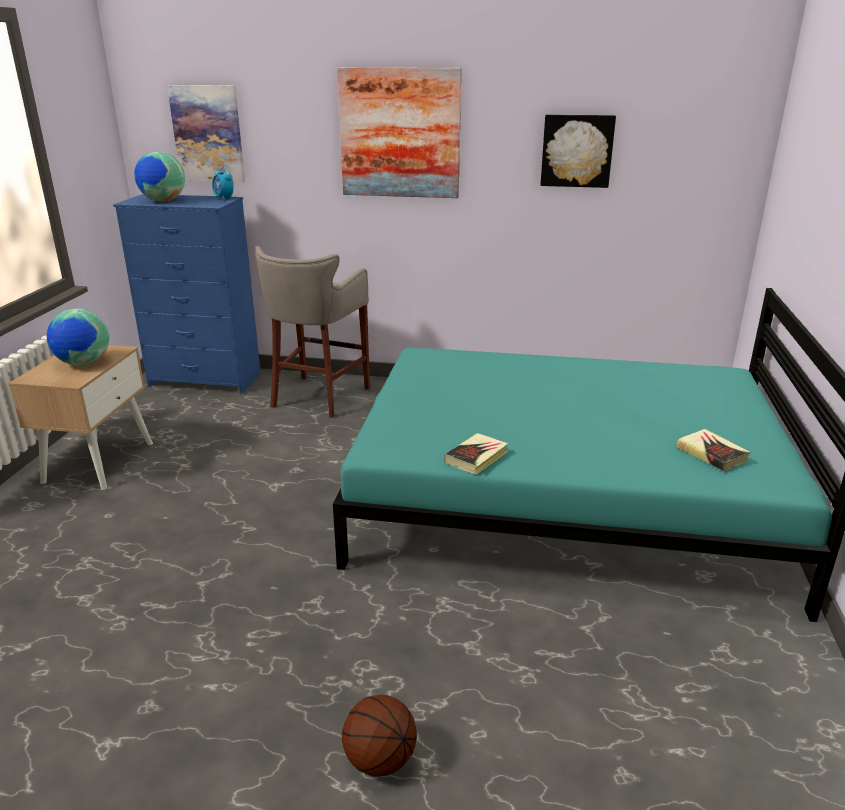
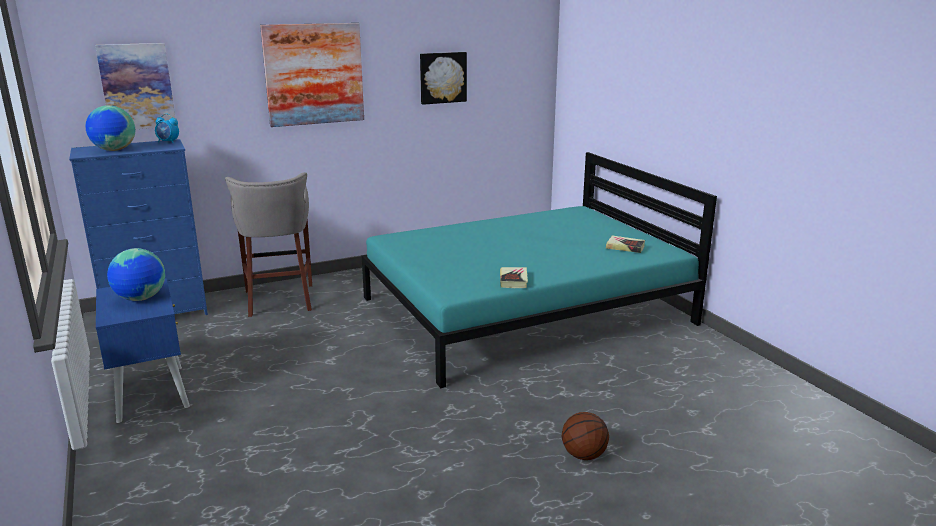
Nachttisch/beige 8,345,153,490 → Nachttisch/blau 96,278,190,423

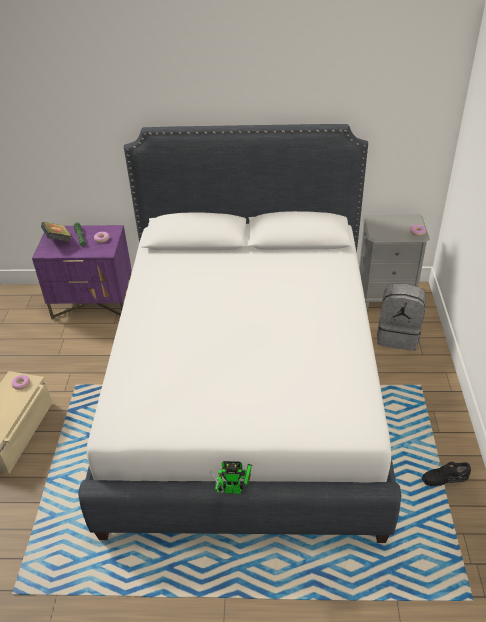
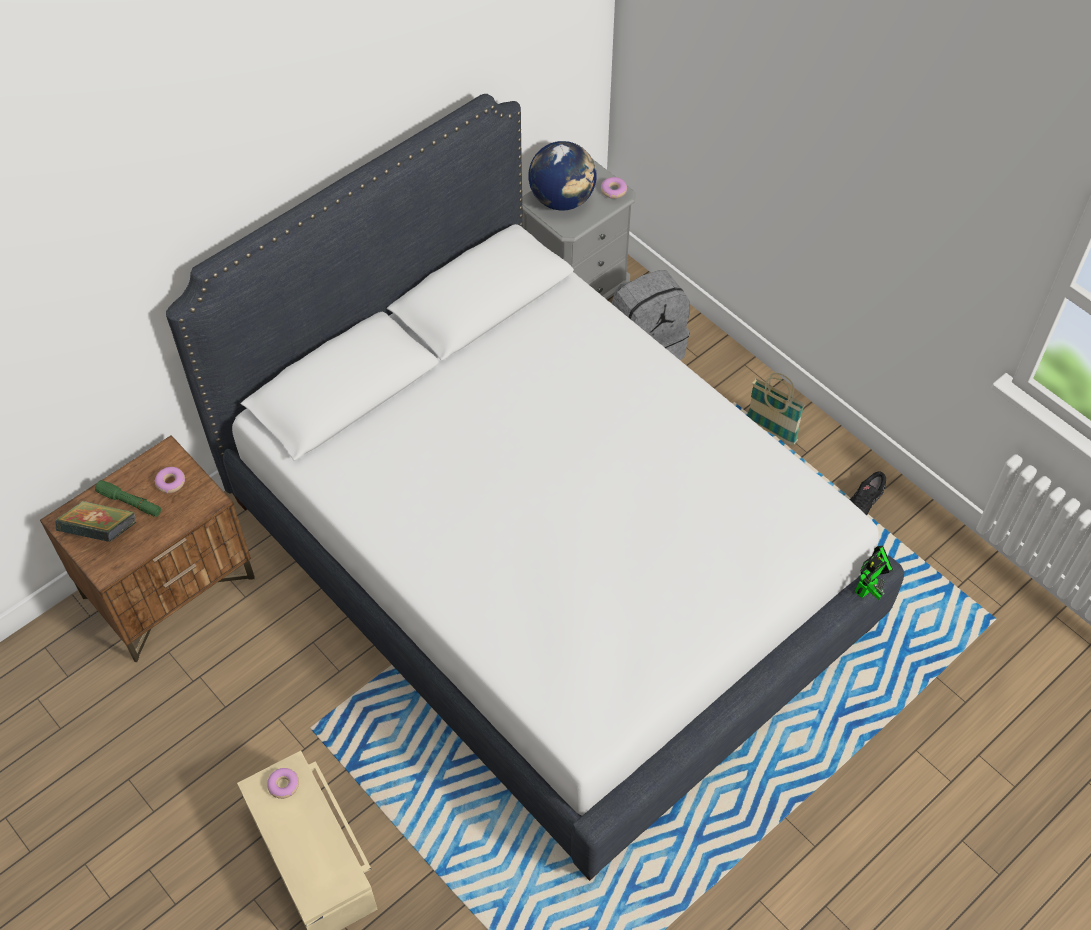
Nachttisch/lila 32,225,132,319 → Nachttisch/braun 40,435,255,662
- → Globus 528,141,596,211
- → Korb 747,373,805,446
Spielzeugroboter 210,461,252,494 → Spielzeugroboter 854,545,893,600, shifted

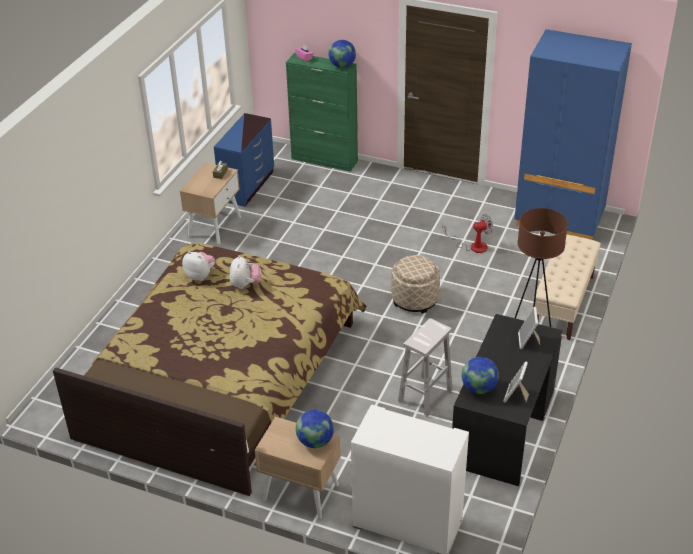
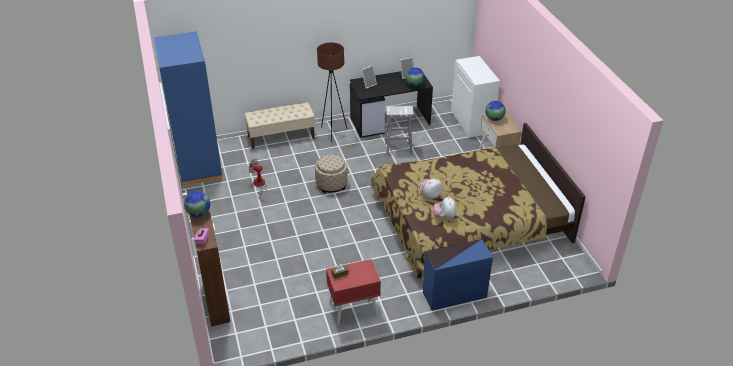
Schrank/grün 286,53,358,172 → Schrank/braun 190,210,230,326
Nachttisch/beige 180,163,241,244 → Nachttisch/rot 326,259,381,325
Kommode/blau 214,113,274,207 → Kommode/blau 423,239,493,311, shifted

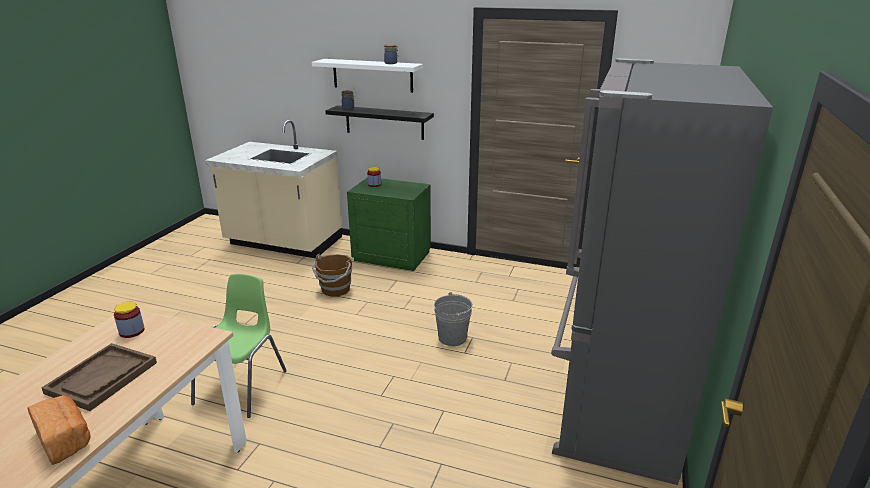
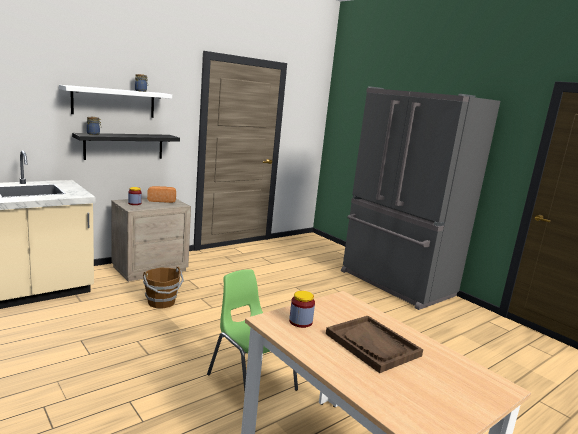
Nachttisch/grün 347,177,431,271 → Nachttisch/beige 111,198,191,282
Brot 27,395,91,465 → Brot 147,186,176,203, shifted
Eimer/grau 434,292,473,346 → -

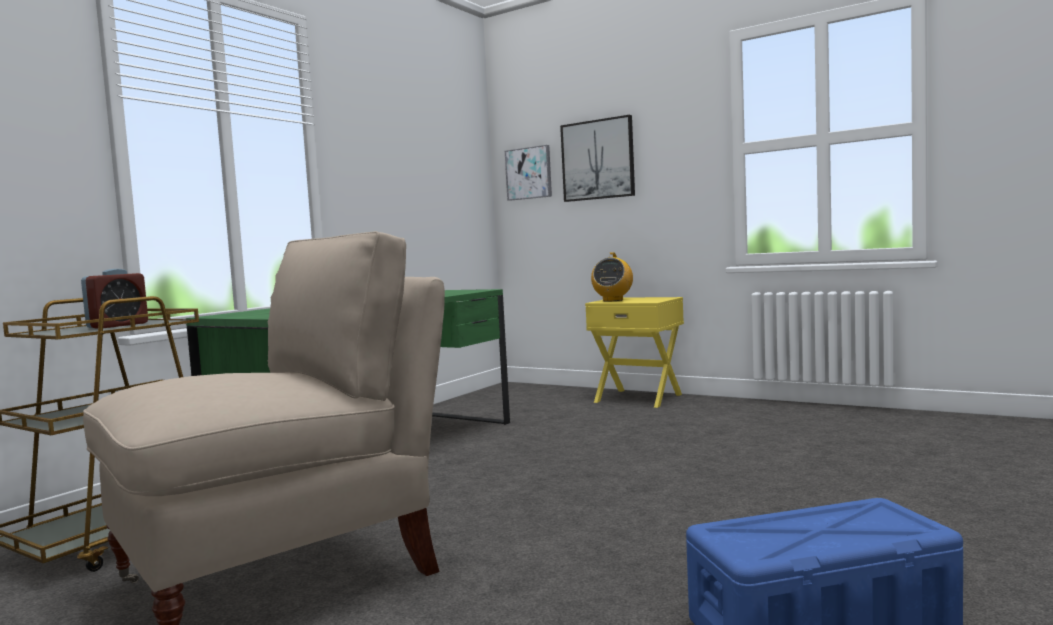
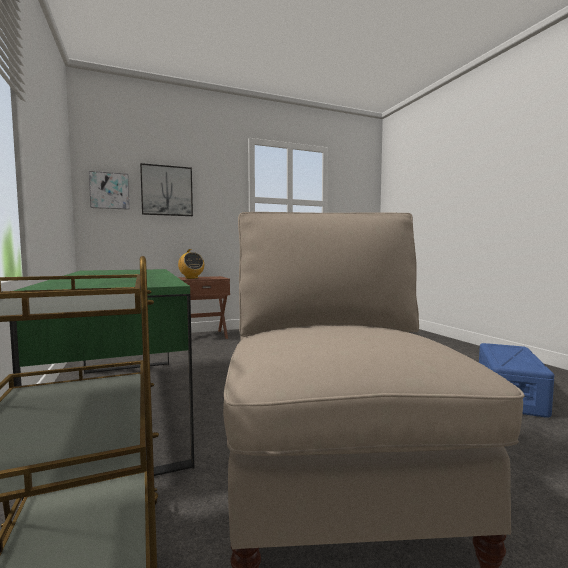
Nachttisch/gelb 585,297,684,408 → Nachttisch/braun 178,276,230,339
Wecker 81,269,148,328 → -

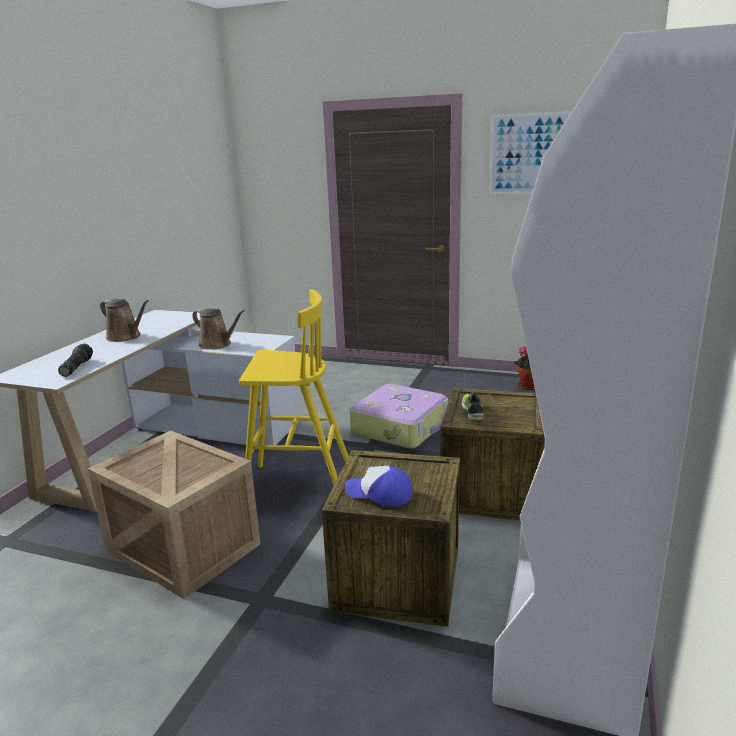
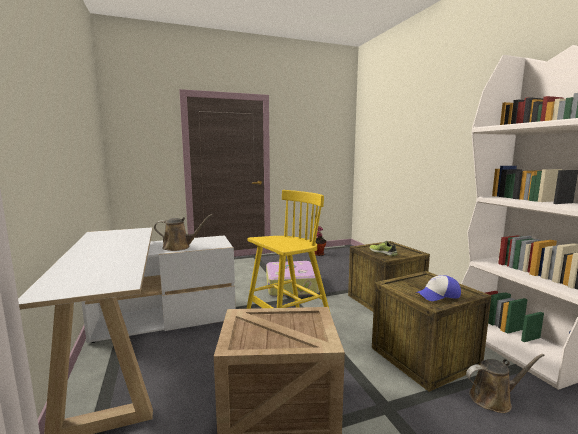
Gießkanne/braun 100,299,149,342 → Gießkanne/braun 466,354,545,413, shifted
Taschenlampe 58,344,93,377 → -
Bild 489,111,572,194 → -

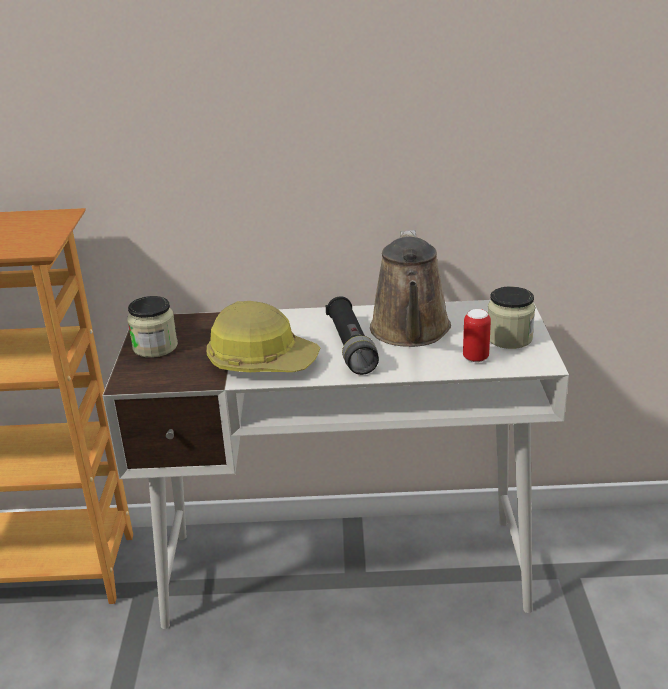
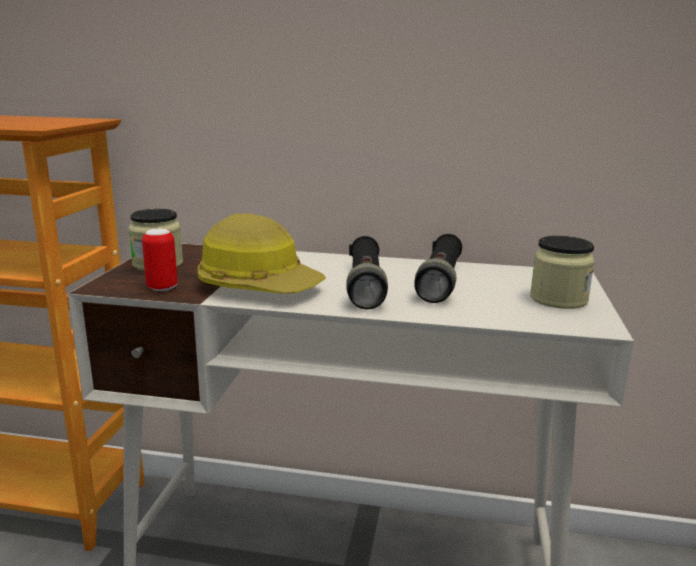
Dose 463,309,491,362 → Dose 142,229,178,291, shifted
Gießkanne/braun 370,230,451,347 → Taschenlampe/schwarz 414,234,462,303

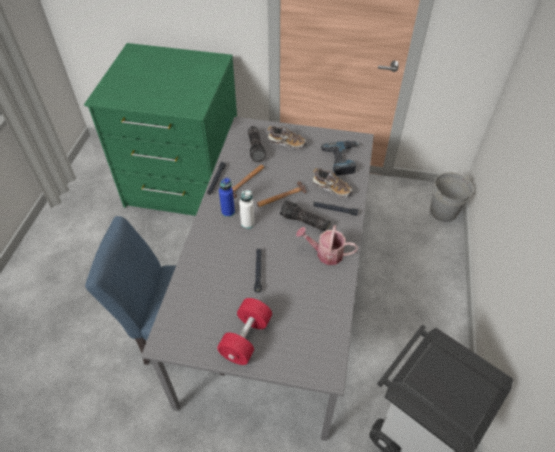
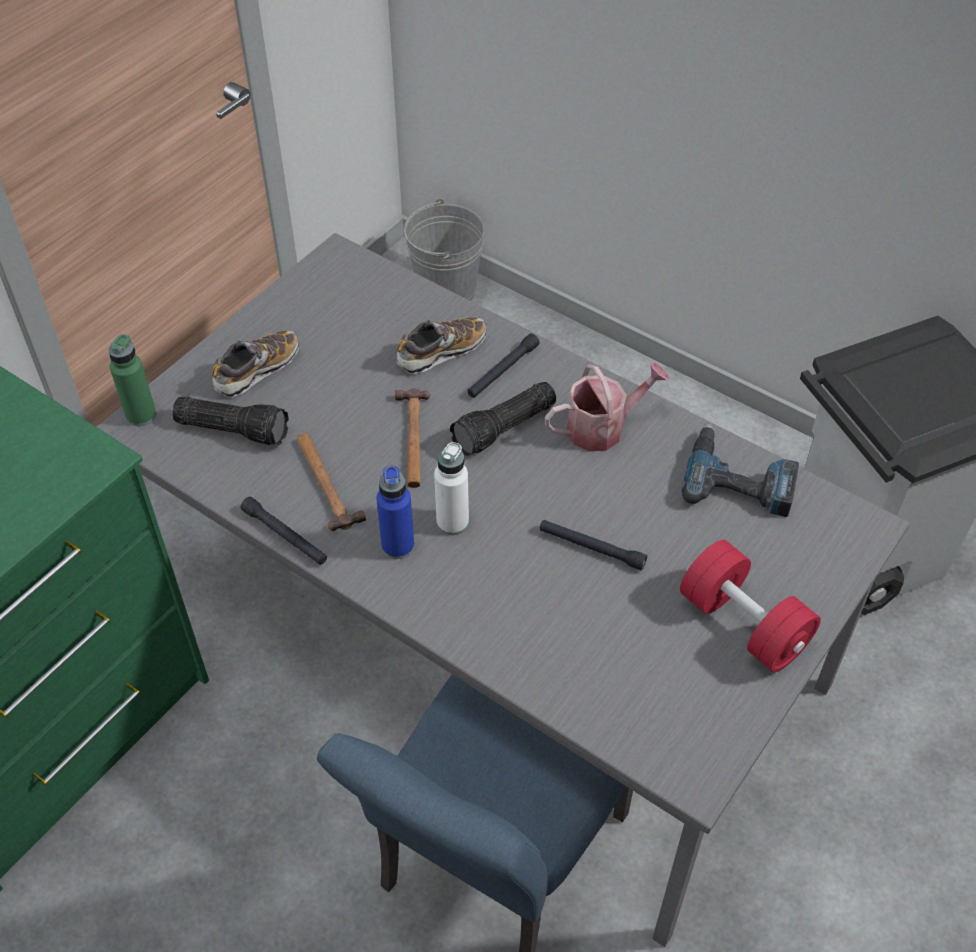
- → Flasche/grün 109,334,156,426
Gießkanne 296,225,358,265 → Gießkanne 545,362,670,452, 150 degrees counterclockwise
Bohrmaschine 321,141,360,175 → Bohrmaschine 682,424,799,517, shifted

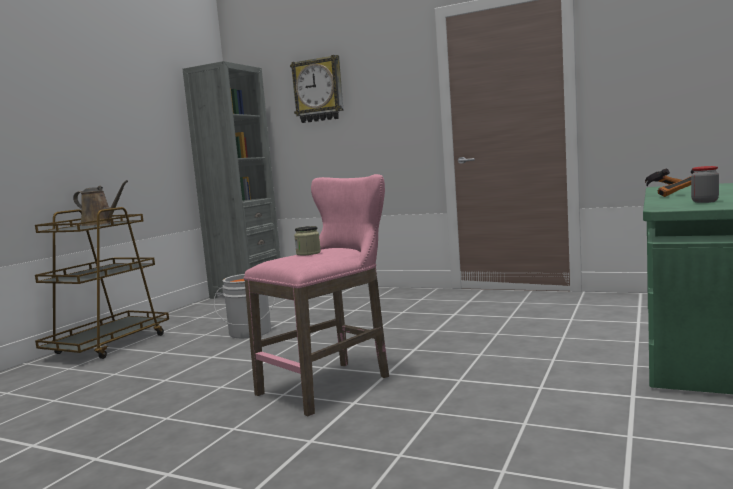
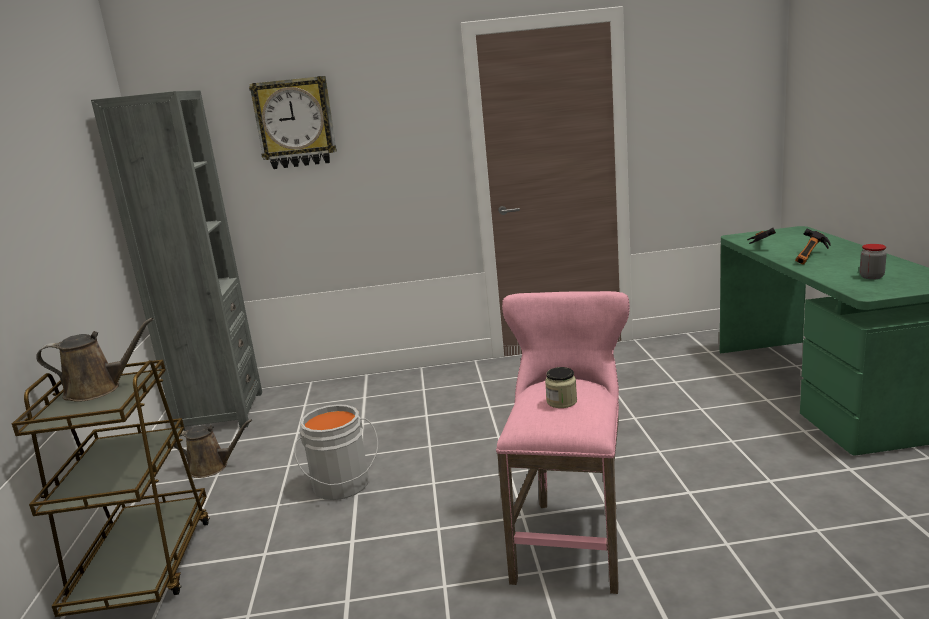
- → Gießkanne/braun 174,419,252,478

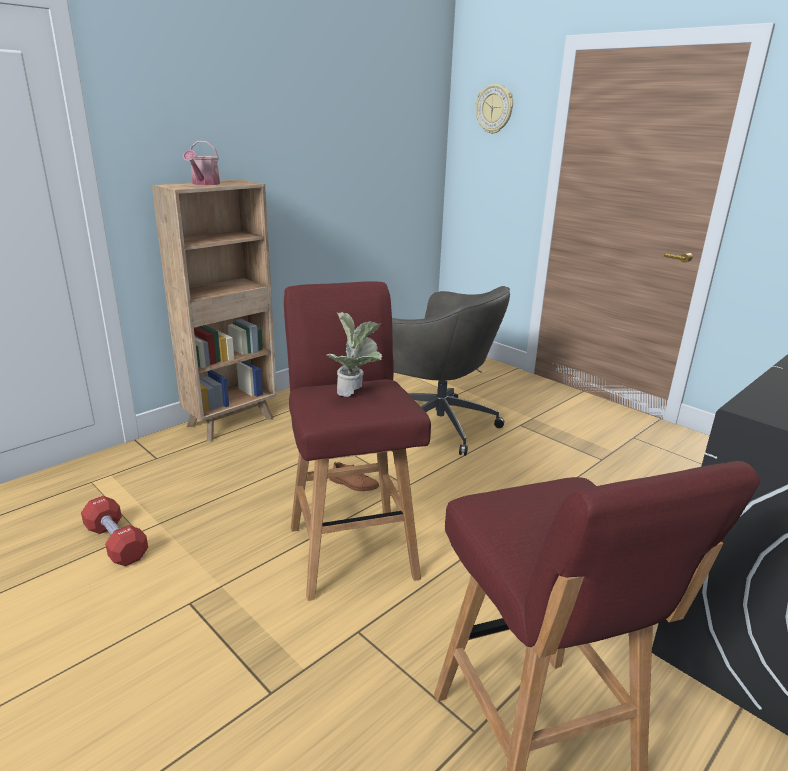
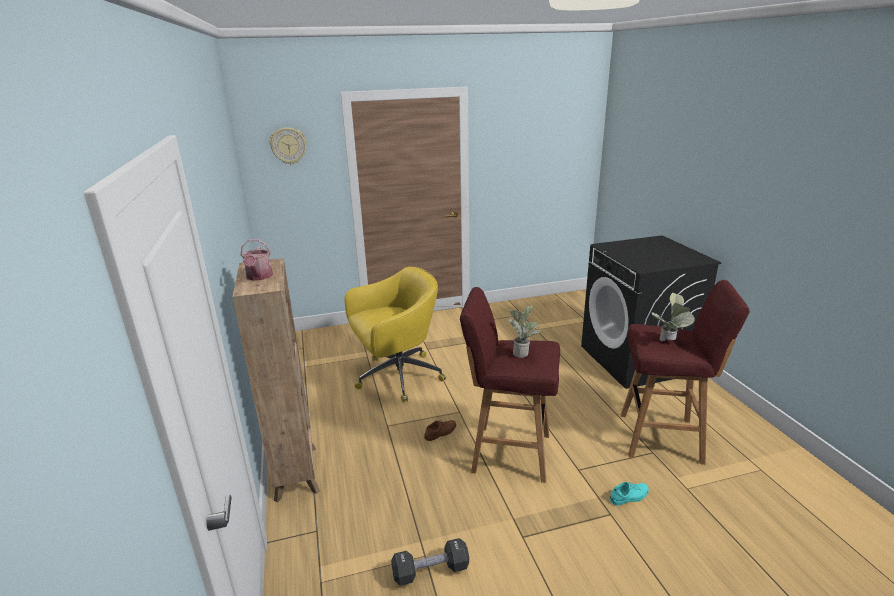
Gießkanne 183,141,220,185 → Gießkanne 241,239,273,281, 45 degrees clockwise
Bürostuhl/grau 392,286,510,456 → Bürostuhl/gelb 344,267,446,403
Hantel/rot 81,496,148,566 → Hantel/schwarz 391,538,469,586
- → Schuh/türkis 610,482,649,505
- → Topfpflanze 652,293,695,342

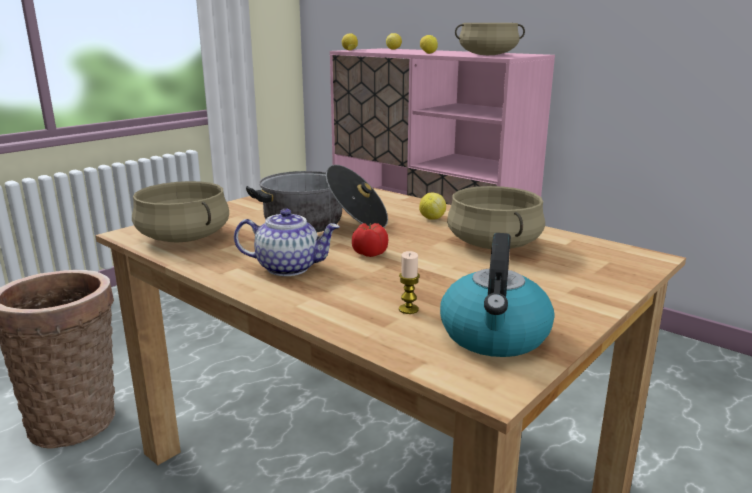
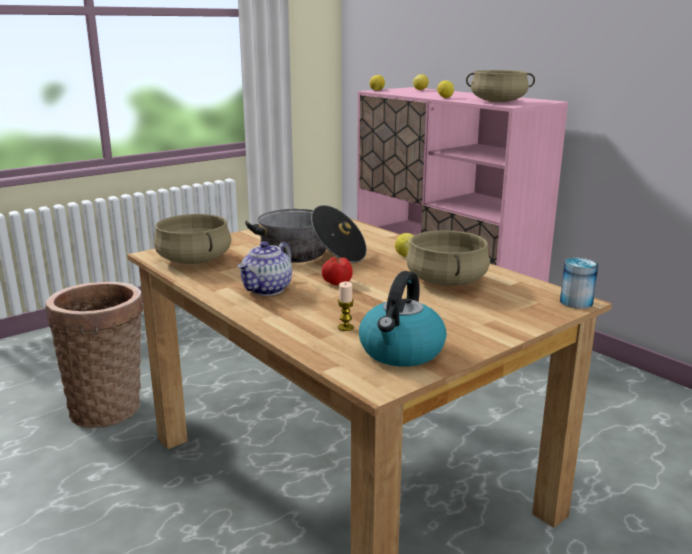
Teekanne 234,208,340,276 → Teekanne 237,241,292,296, 105 degrees clockwise
- → Dose 560,258,598,309

